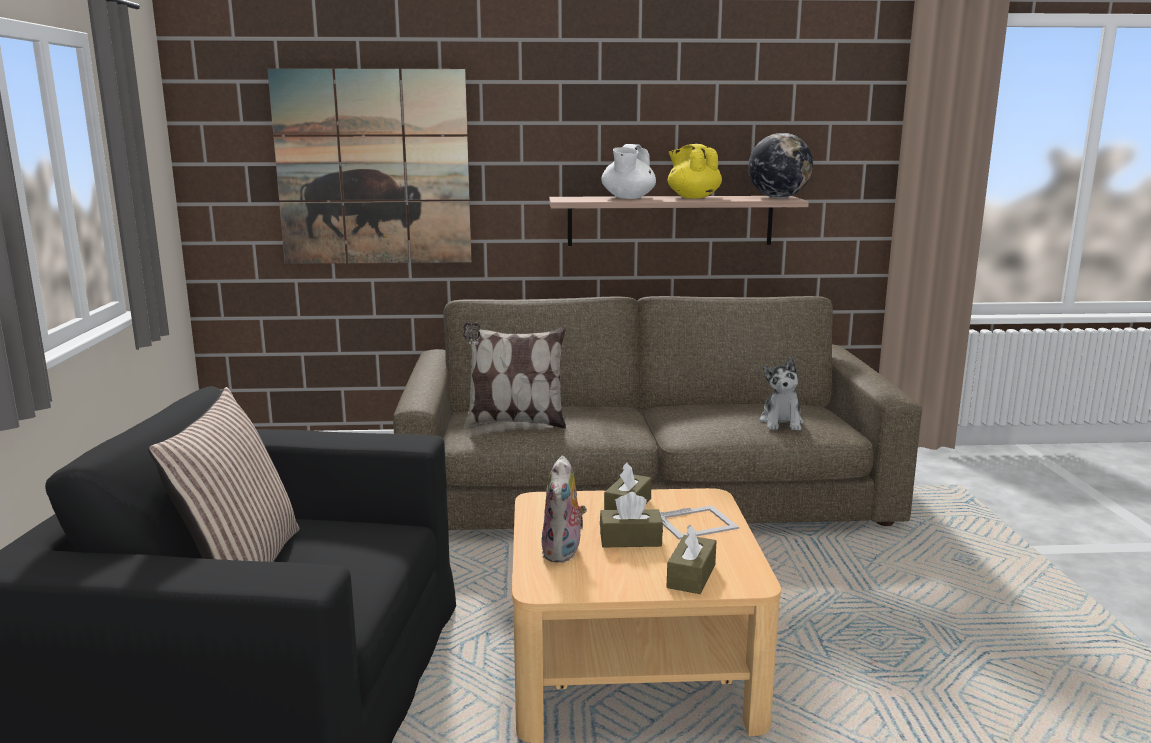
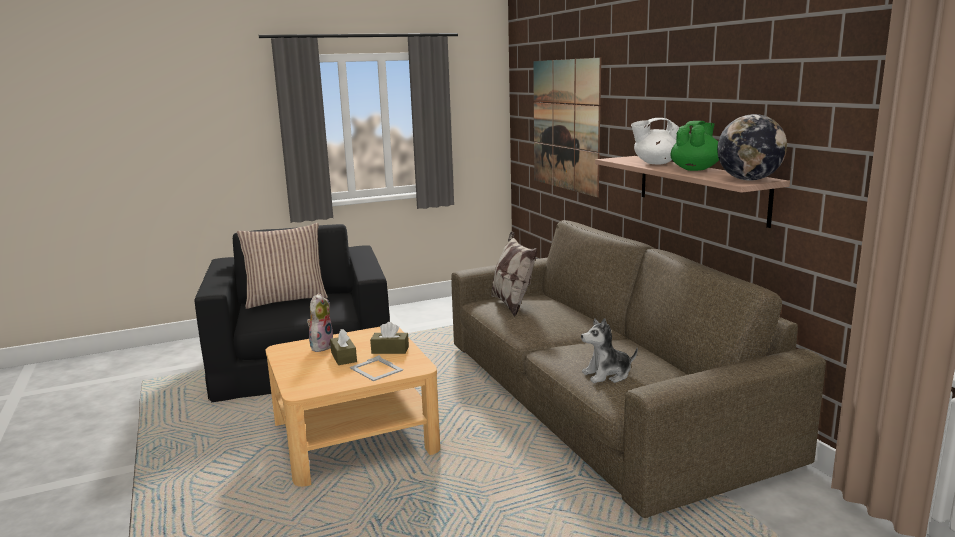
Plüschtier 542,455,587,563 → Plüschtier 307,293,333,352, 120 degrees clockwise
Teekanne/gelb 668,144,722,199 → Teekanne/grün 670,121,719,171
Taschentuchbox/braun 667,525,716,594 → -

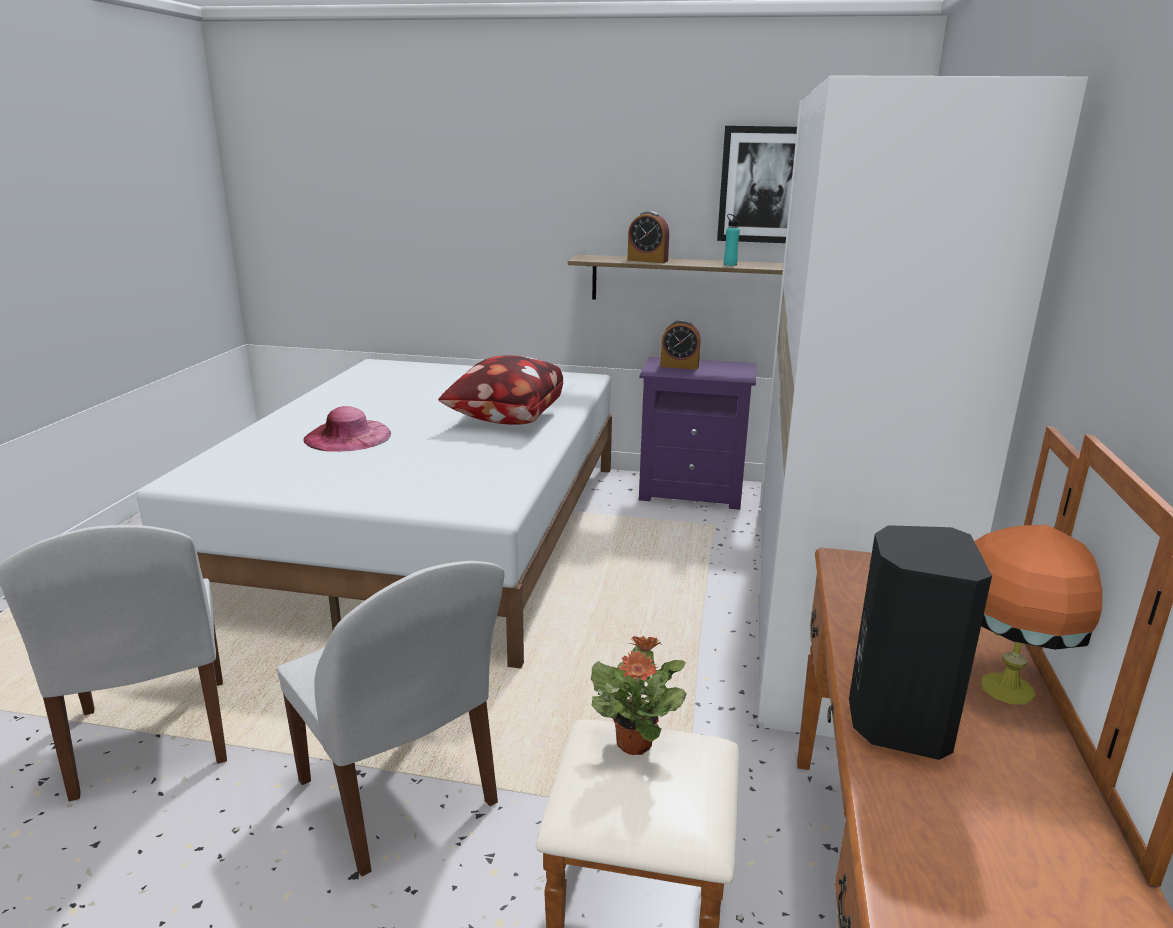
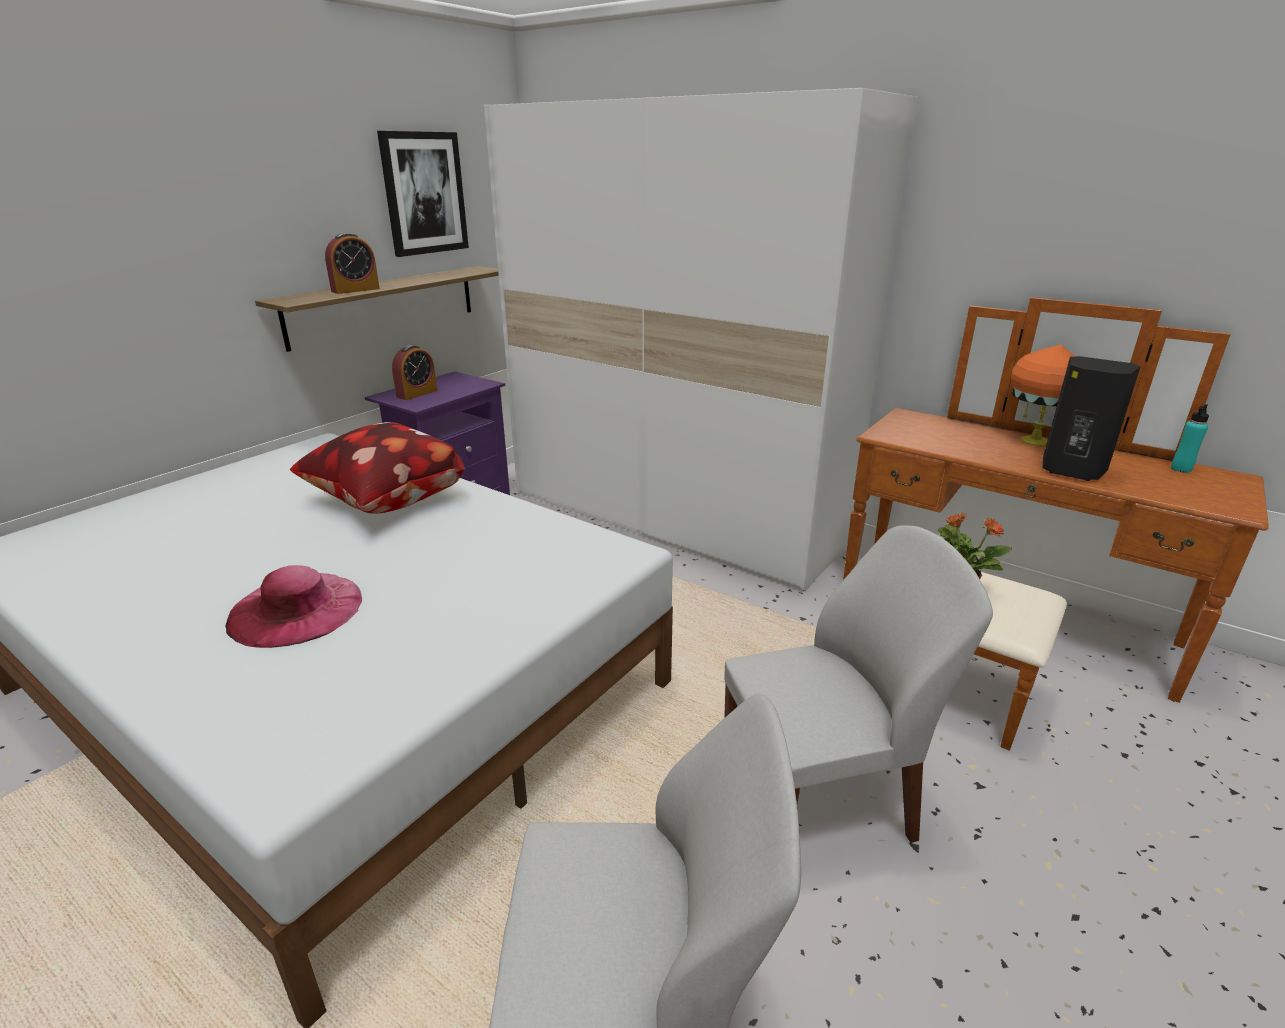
Flasche/türkis 724,214,740,266 → Flasche/türkis 1171,404,1209,473, shifted

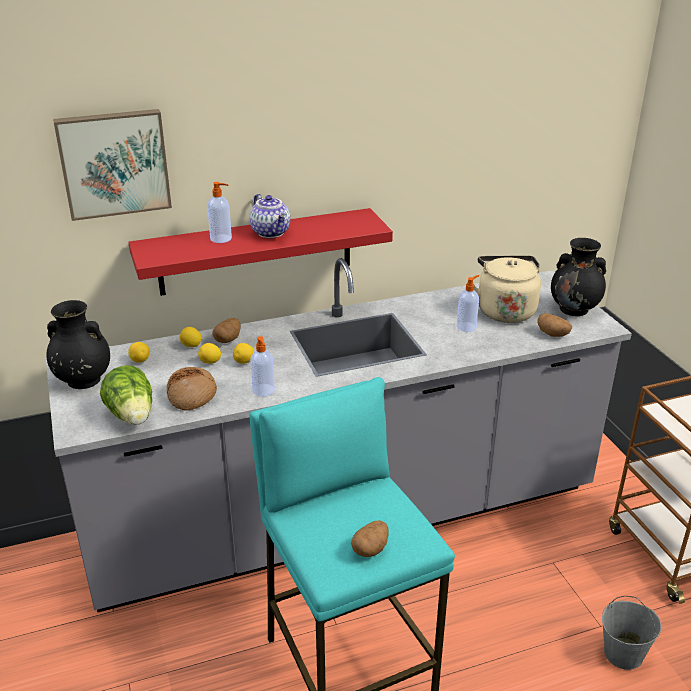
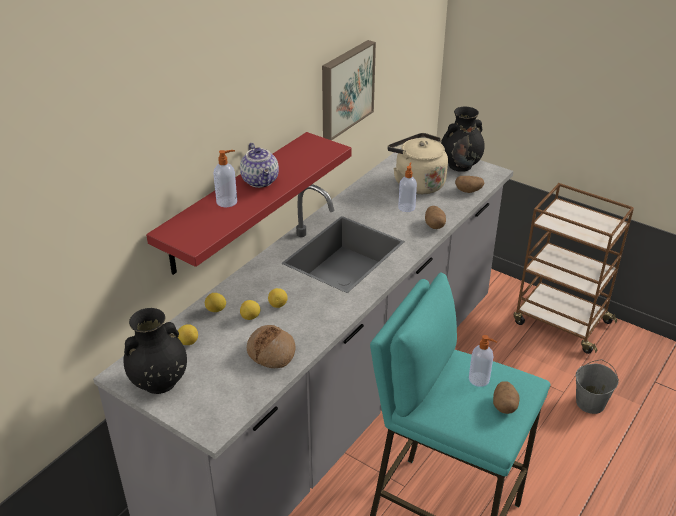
Teekanne 250,194,290,238 → Teekanne 240,143,279,188, 45 degrees clockwise
Bild 53,109,172,221 → Bild 322,40,376,140, shifted
Kartoffel 212,318,241,343 → Kartoffel 425,206,446,229, shifted
Seifenspender 250,336,275,397 → Seifenspender 469,335,497,387, shifted
Salatkopf 100,365,152,425 → -

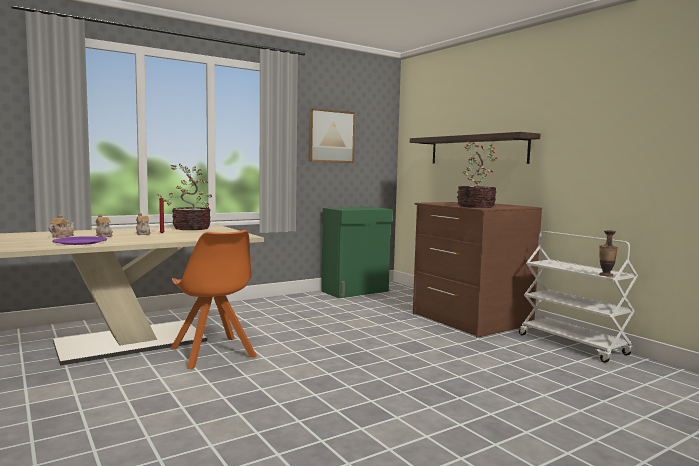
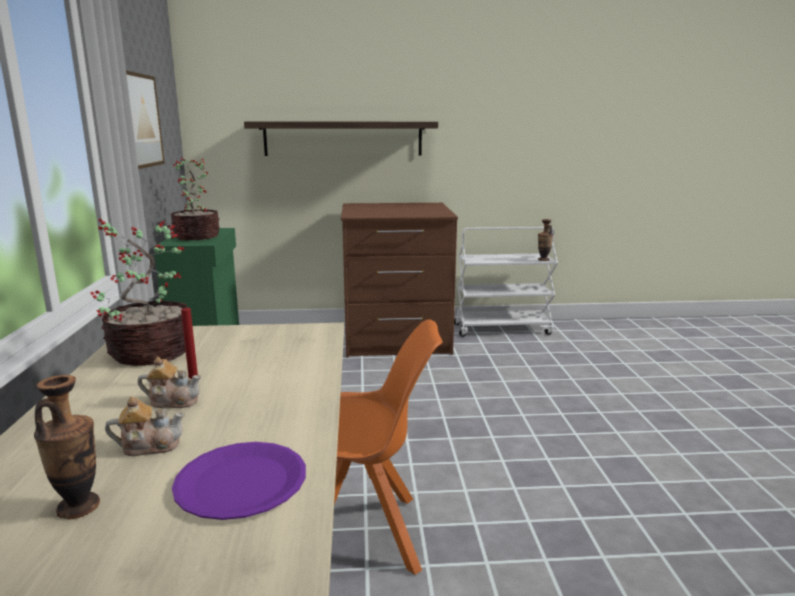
Teekanne 49,214,75,238 → Vase 34,375,100,519
Topfpflanze 457,141,497,208 → Topfpflanze 171,157,220,240, shifted

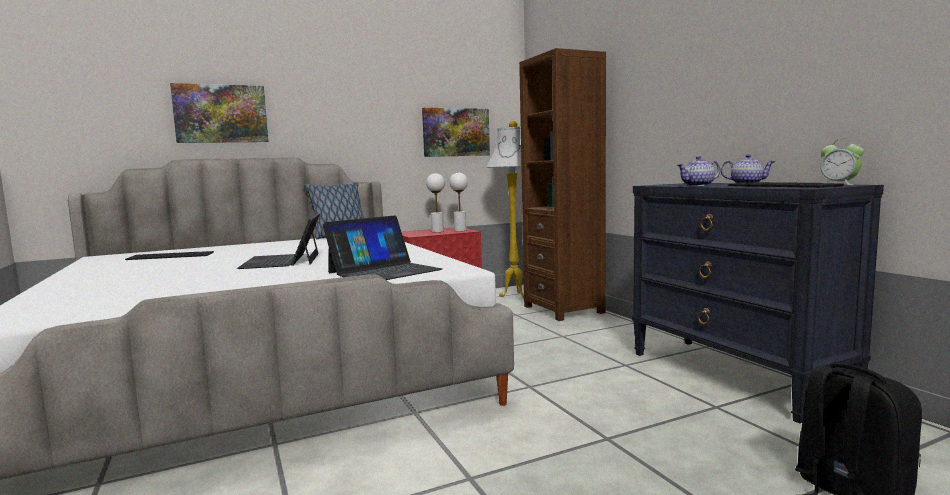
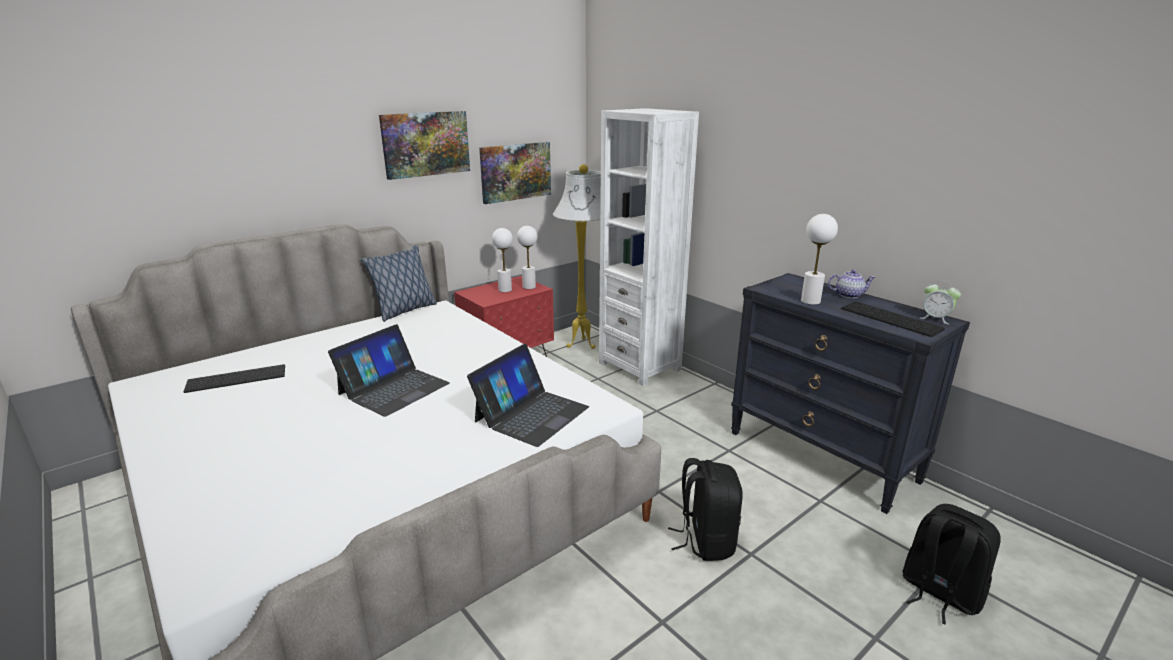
Laptop 237,213,320,269 → Laptop 328,324,450,417, 120 degrees counterclockwise
Bild 170,83,268,143 → Bild 379,111,470,180, shifted
Bücherregal/braun 519,48,606,321 → Bücherregal/weiß 599,108,699,386
- → Rucksack/schwarz 668,458,743,561
Teekanne 677,156,720,186 → Tischlampe/weiß 801,214,838,305

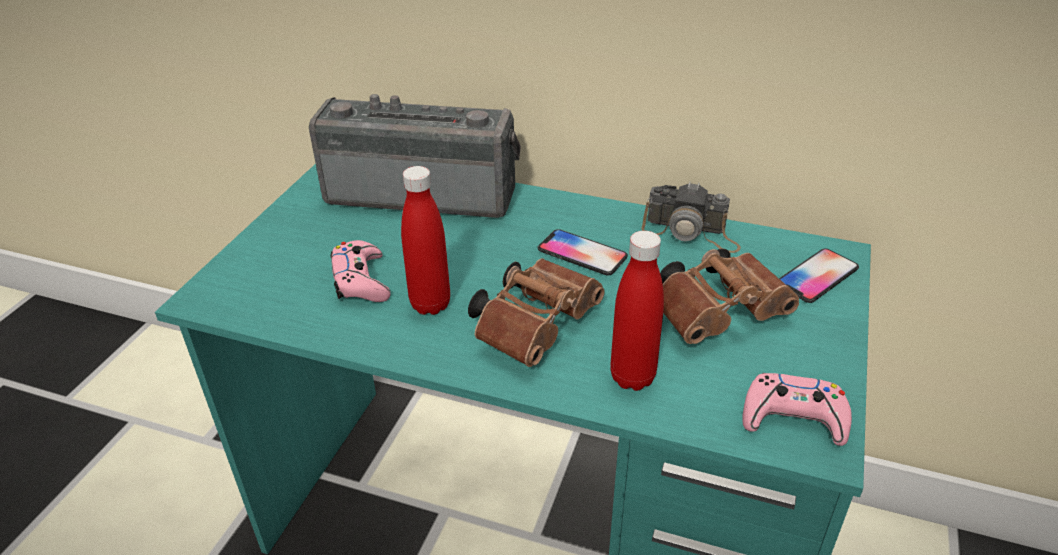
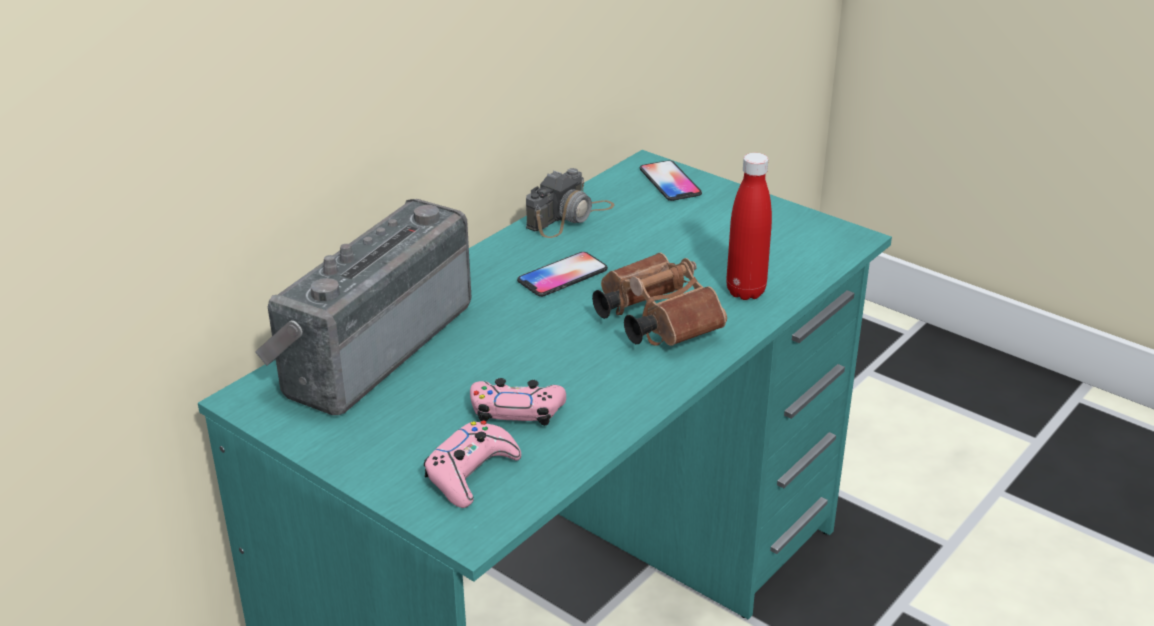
Gamepad/rosa 742,373,852,446 → Gamepad/rosa 424,421,521,508, shifted
Flasche/rot 401,166,450,315 → -
Fernglas/braun 660,249,799,344 → -

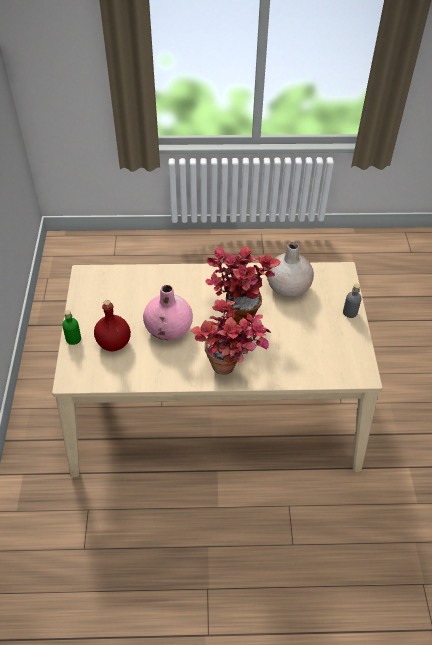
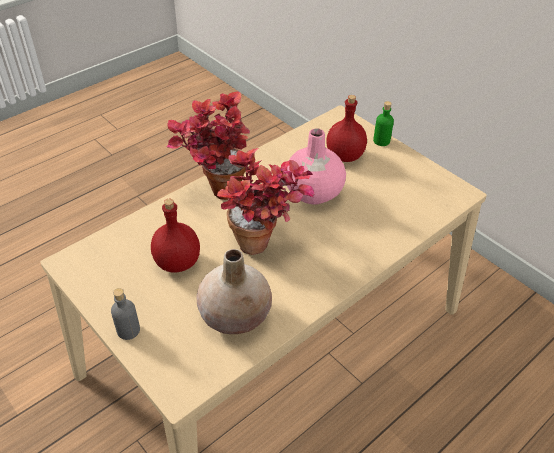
- → Flasche/rot 151,199,200,273

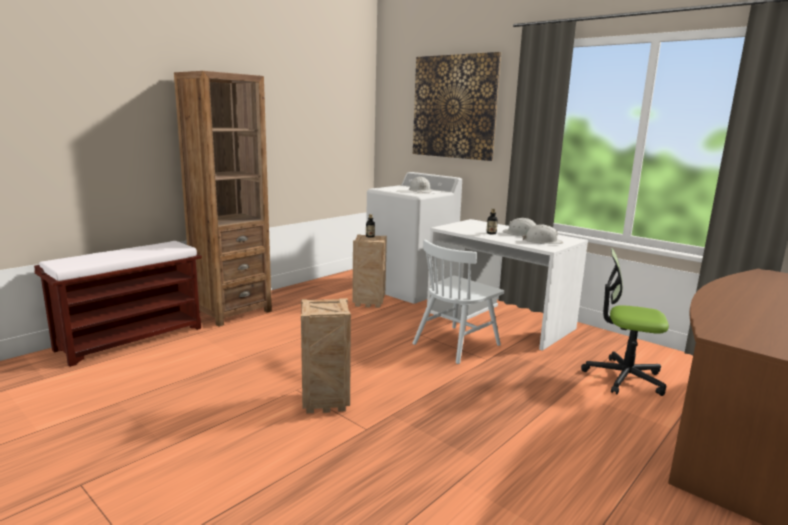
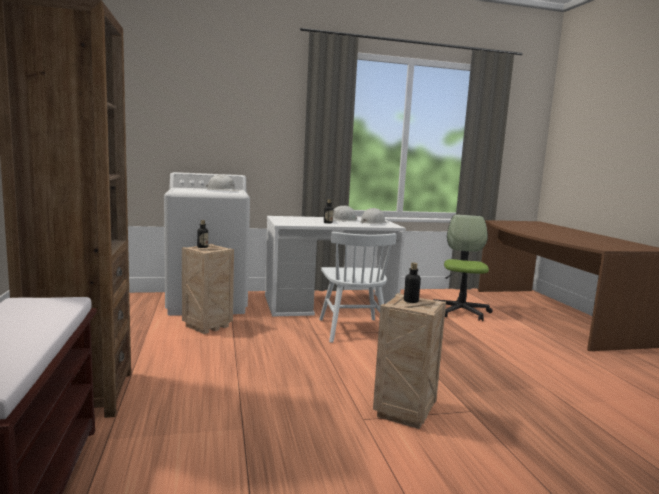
- → Flasche 404,263,421,303
Bürostuhl 581,248,669,396 → Bürostuhl 433,214,493,321, 135 degrees clockwise
Bild 413,52,501,161 → -

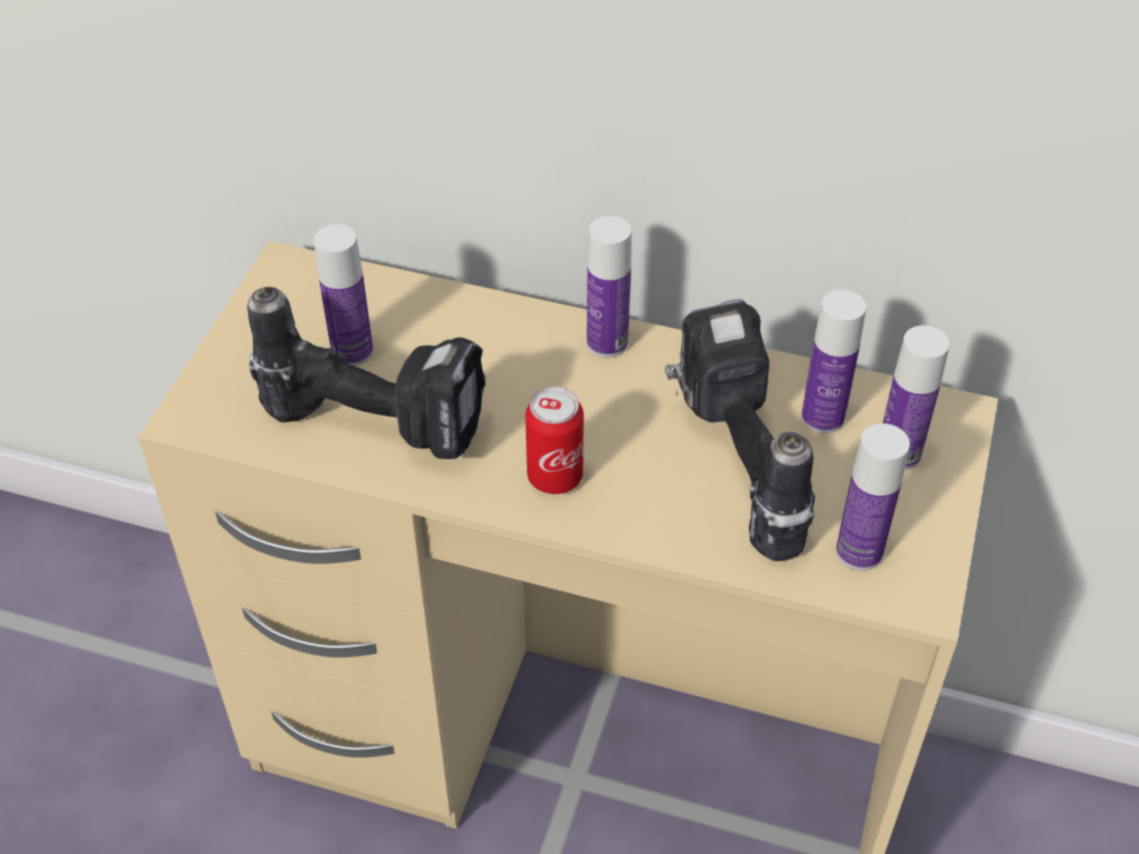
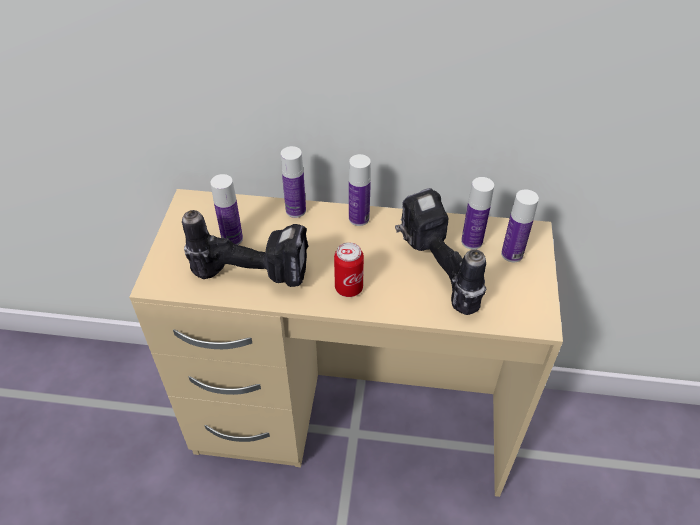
Flasche 836,423,910,571 → Flasche 281,146,306,218, shifted

